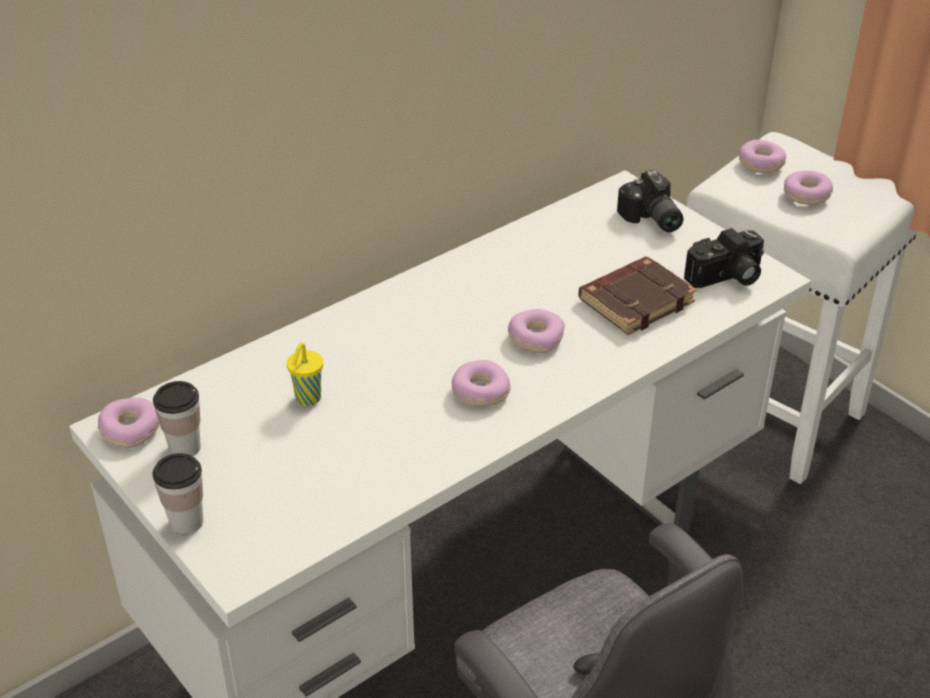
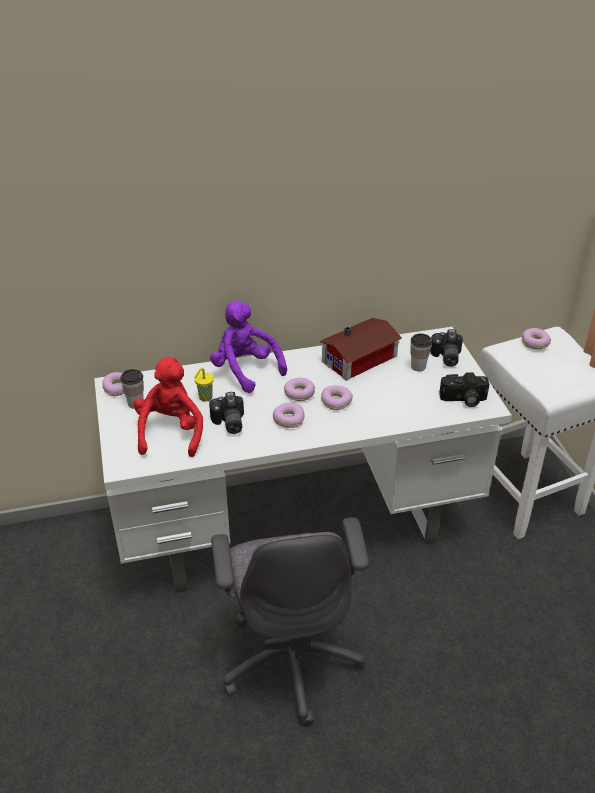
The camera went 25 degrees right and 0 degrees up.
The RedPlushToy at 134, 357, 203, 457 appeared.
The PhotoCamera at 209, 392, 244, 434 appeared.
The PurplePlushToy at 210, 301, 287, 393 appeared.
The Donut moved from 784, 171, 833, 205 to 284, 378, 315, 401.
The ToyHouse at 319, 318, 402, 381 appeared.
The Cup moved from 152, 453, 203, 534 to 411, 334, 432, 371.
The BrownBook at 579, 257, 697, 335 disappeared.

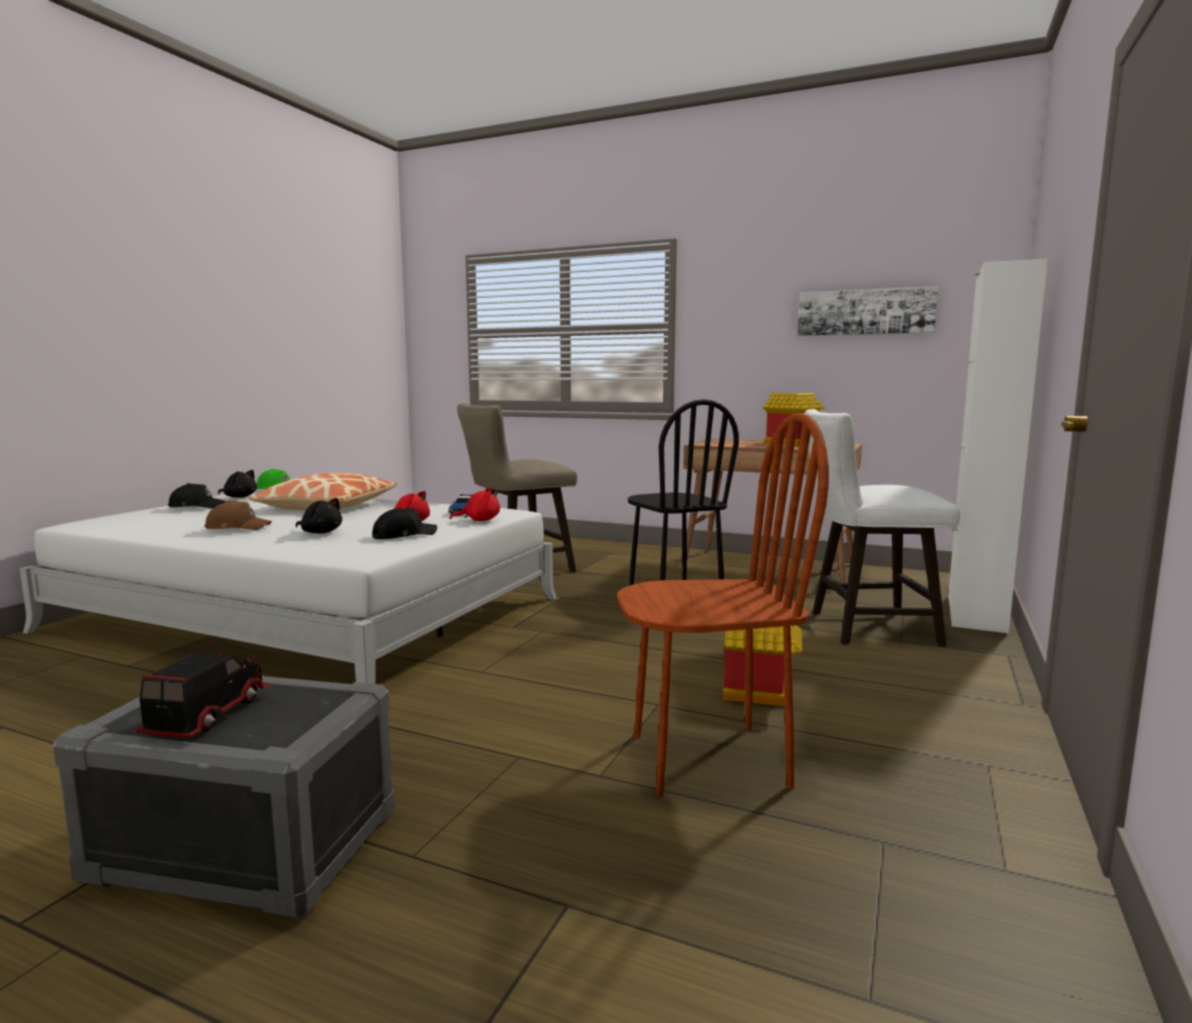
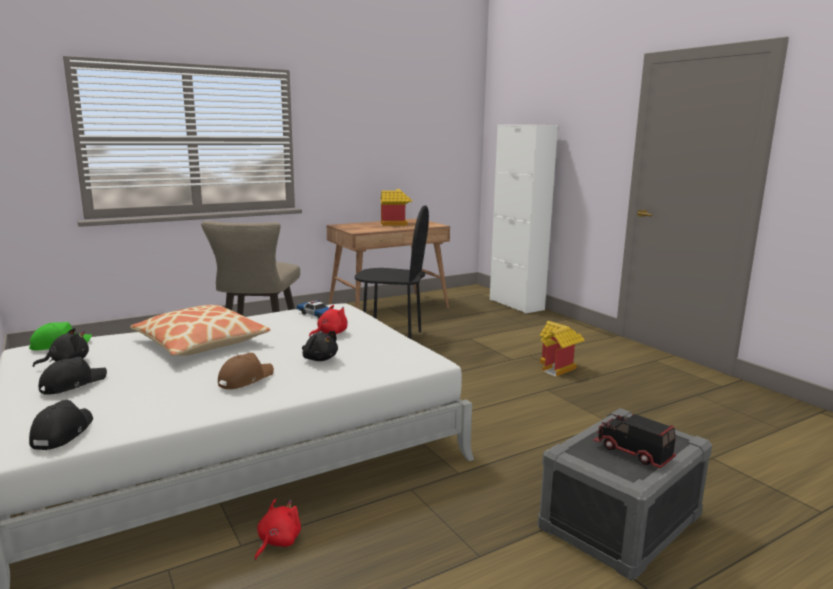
The camera went 55 degrees left and 5 degrees up.
The BlackCap moved from 372, 508, 437, 539 to 29, 400, 93, 450.
The RedPlushToy moved from 450, 488, 500, 521 to 255, 499, 301, 560.
The BlackPlushToy at 296, 498, 342, 533 turned 75 degrees clockwise.
The BrownChair at 617, 413, 829, 797 disappeared.
The Picture at 797, 286, 938, 336 disappeared.
The WhiteStool at 804, 409, 960, 646 disappeared.

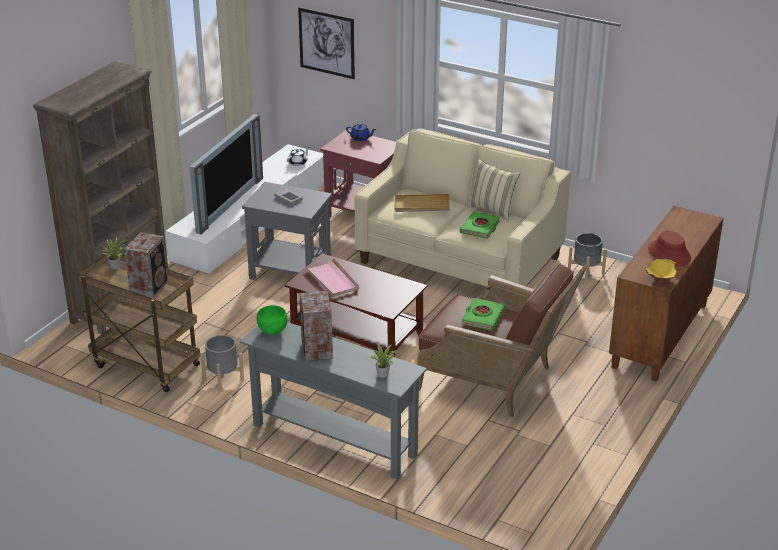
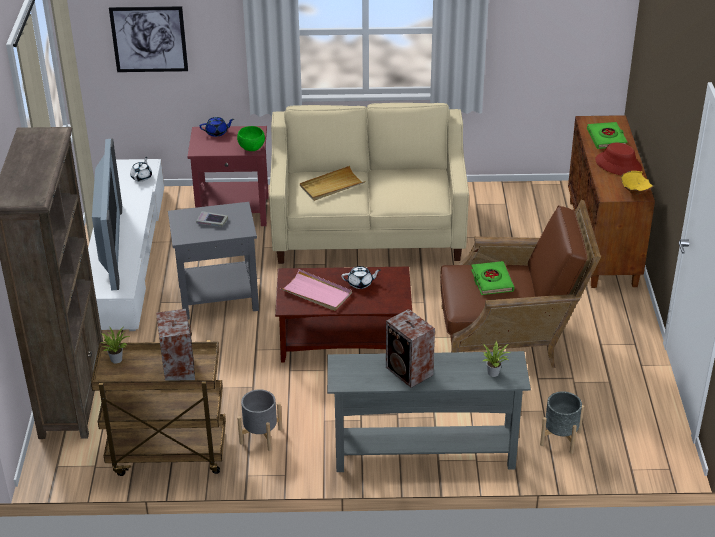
The camera went 30 degrees left and 5 degrees up.
The GreenBowl moved from 257, 305, 288, 335 to 237, 126, 265, 151.
The WhiteTeapot at 342, 266, 381, 289 appeared.
The GreyPlanter moved from 568, 233, 607, 282 to 540, 391, 584, 454.
The GreenBook moved from 460, 211, 500, 239 to 587, 122, 627, 149.
The BeigePillow at 467, 159, 520, 221 disappeared.

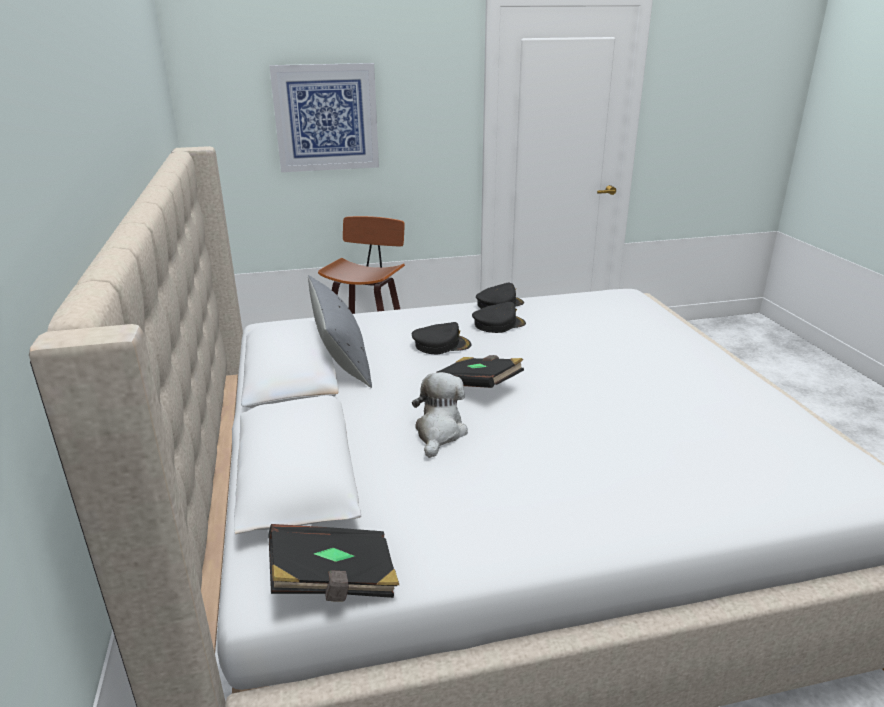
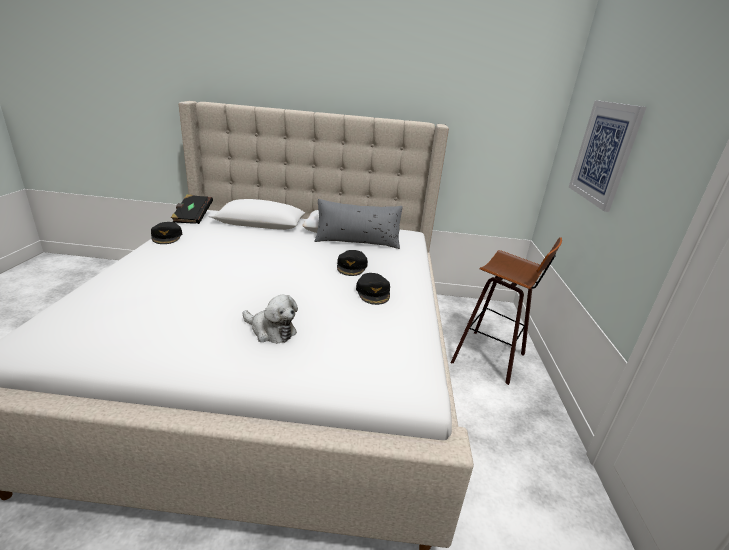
The camera went 105 degrees right and 0 degrees up.
The BlackCap moved from 476, 283, 524, 309 to 151, 222, 182, 244.
The PlushToy moved from 412, 372, 468, 458 to 243, 295, 298, 344.
The BlackBook at 436, 355, 524, 388 disappeared.

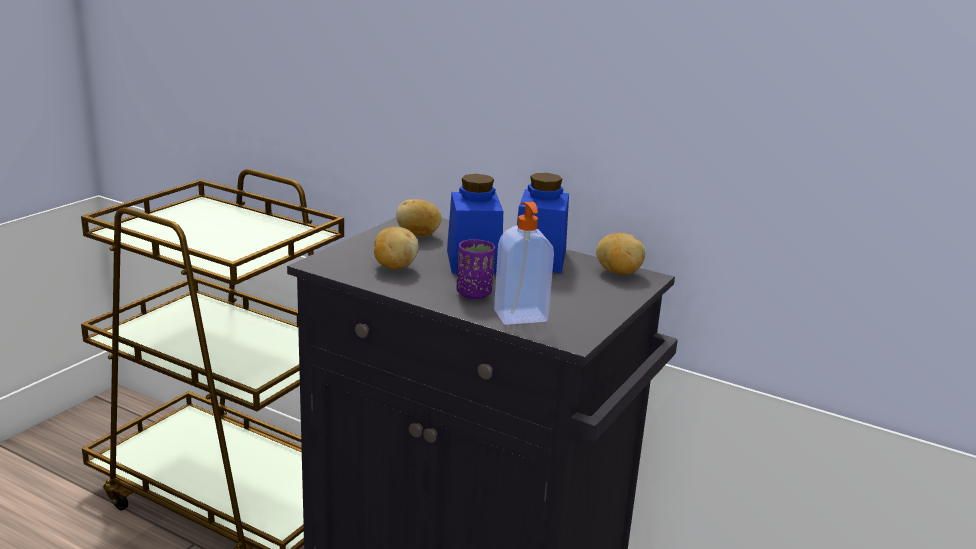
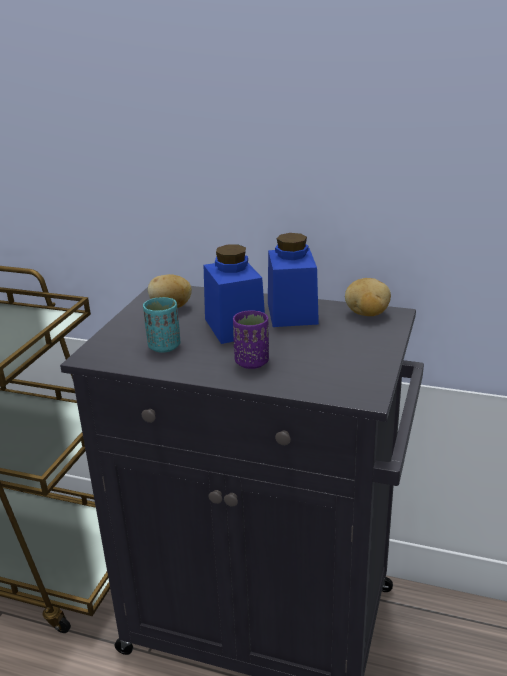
The camera went 10 degrees left and 5 degrees up.
The Potato at 374, 227, 419, 269 was replaced by the TurquoiseCup at 143, 297, 180, 353.
The SoapDispenser at 494, 202, 554, 325 disappeared.

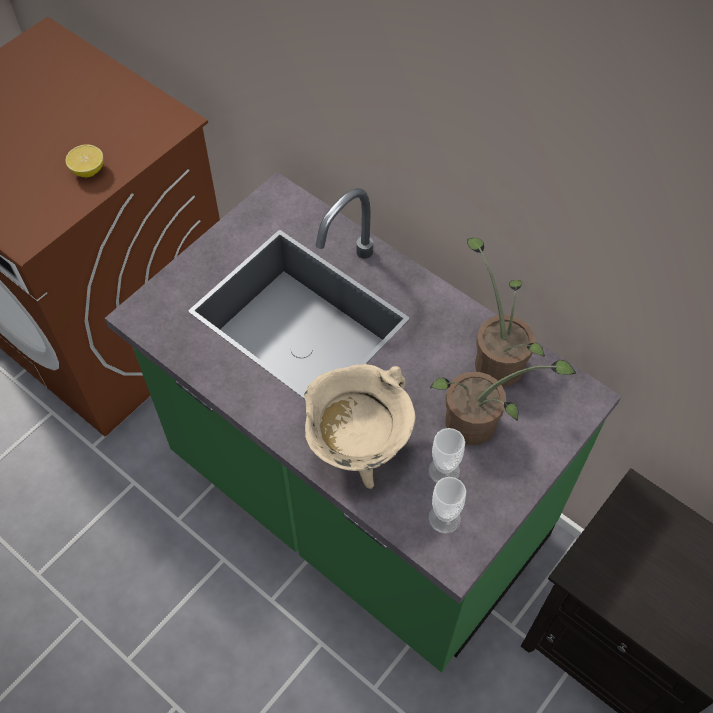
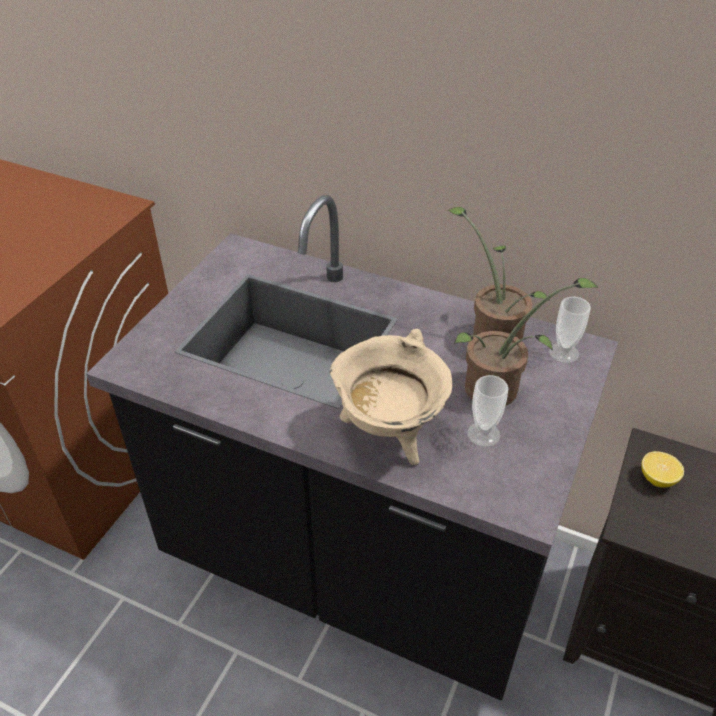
The camera went 15 degrees left and 15 degrees down.
The GreenCounter at 105, 172, 621, 672 became the BlackCounter at 86, 195, 618, 701.
The Cup moved from 428, 477, 466, 534 to 549, 296, 591, 363.
The Lemon moved from 66, 144, 104, 177 to 641, 451, 684, 488.

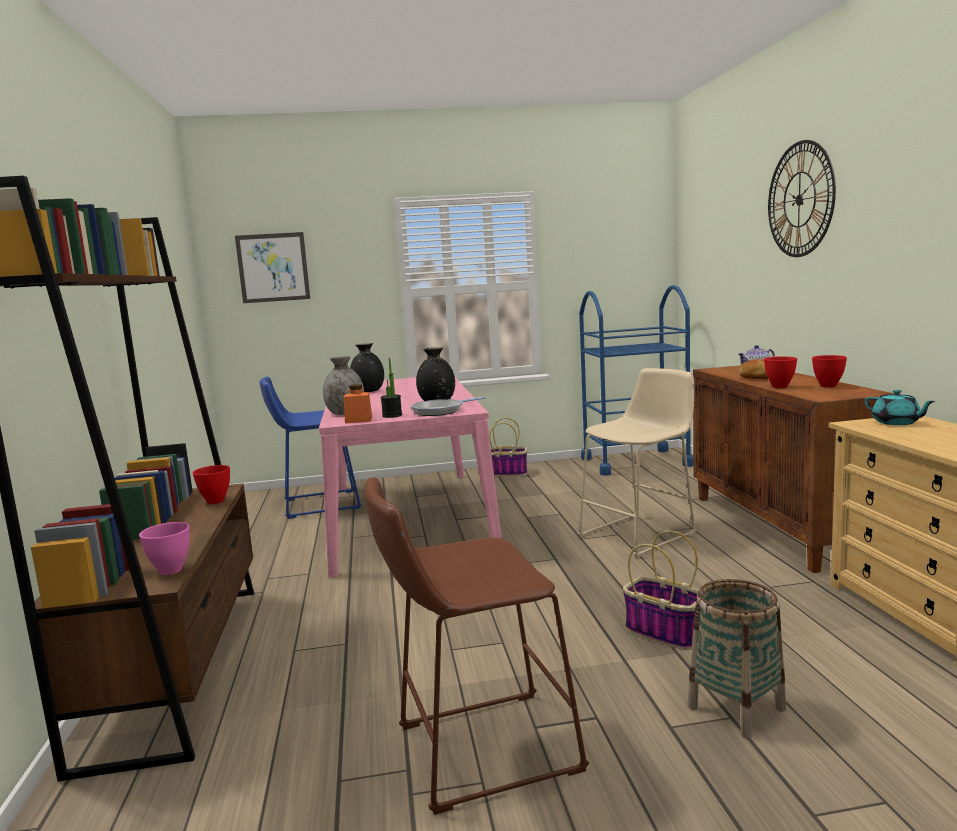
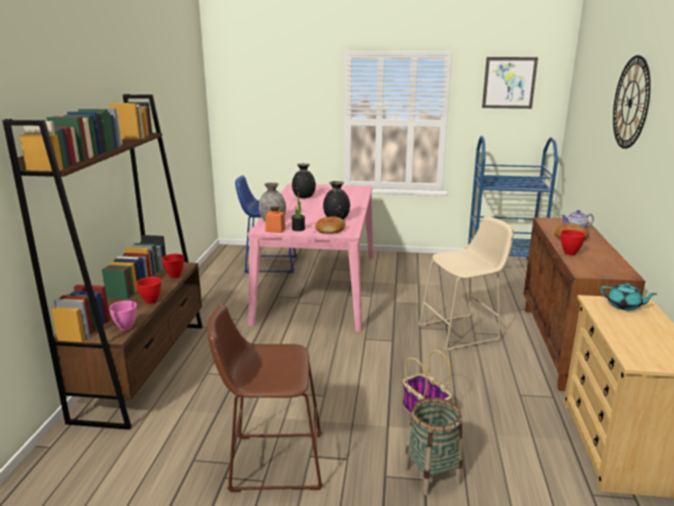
The camera went 15 degrees right and 10 degrees up.
The RedBowl moved from 812, 355, 847, 388 to 136, 277, 161, 304.
The FryingPan at 410, 396, 486, 416 was replaced by the Bread at 315, 216, 345, 234.
The Picture moved from 235, 232, 310, 303 to 482, 57, 538, 109.
The TurquoiseTeapot at 865, 390, 935, 425 turned 45 degrees counterclockwise.
The Basket at 489, 418, 528, 477 disappeared.

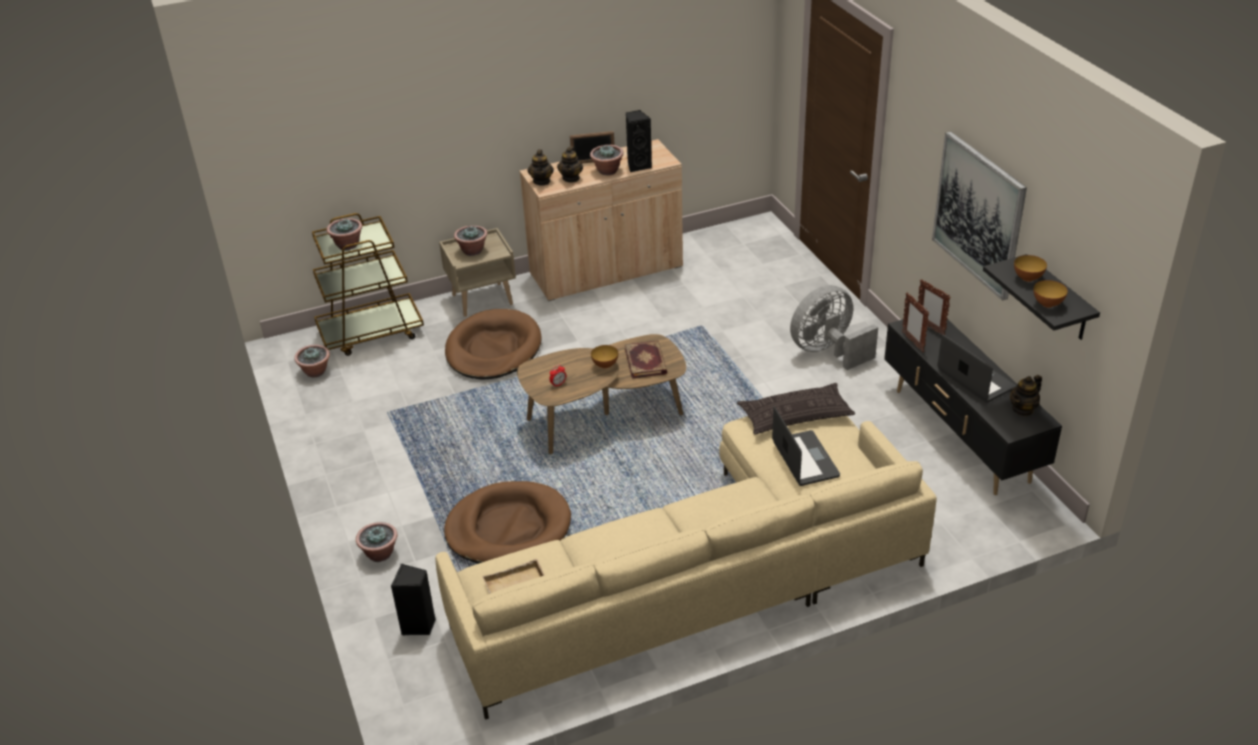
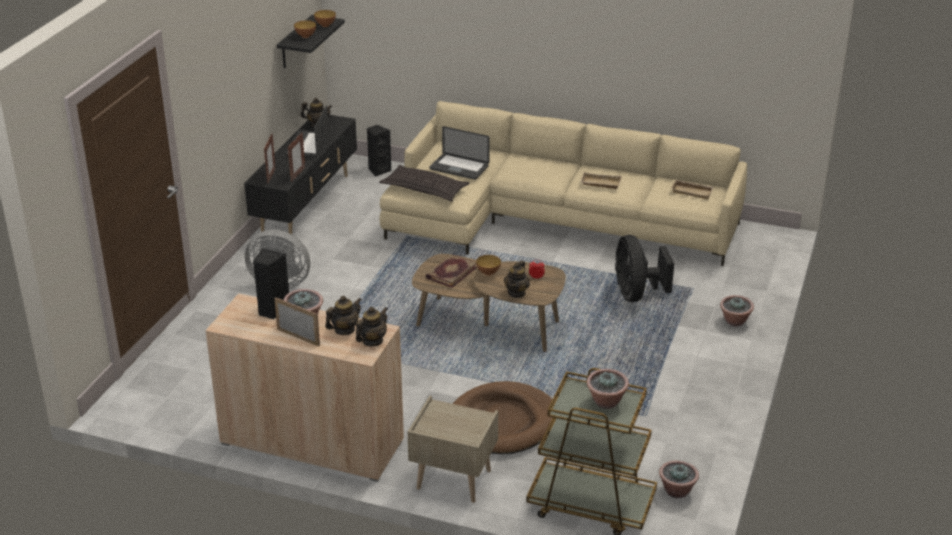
The camera went 140 degrees left and 5 degrees down.
The BlackSpeaker moved from 391, 564, 436, 636 to 367, 125, 391, 177.
The Laptop at 772, 406, 840, 486 turned 90 degrees counterclockwise.
The Teapot at 504, 261, 530, 298 appeared.
The BeigeTray at 580, 172, 622, 189 appeared.
The BrownDogBed at 444, 481, 571, 564 was replaced by the BlackFan at 615, 235, 674, 302.
The PottedPlant at 454, 226, 487, 256 disappeared.
The Picture at 932, 131, 1027, 301 disappeared.

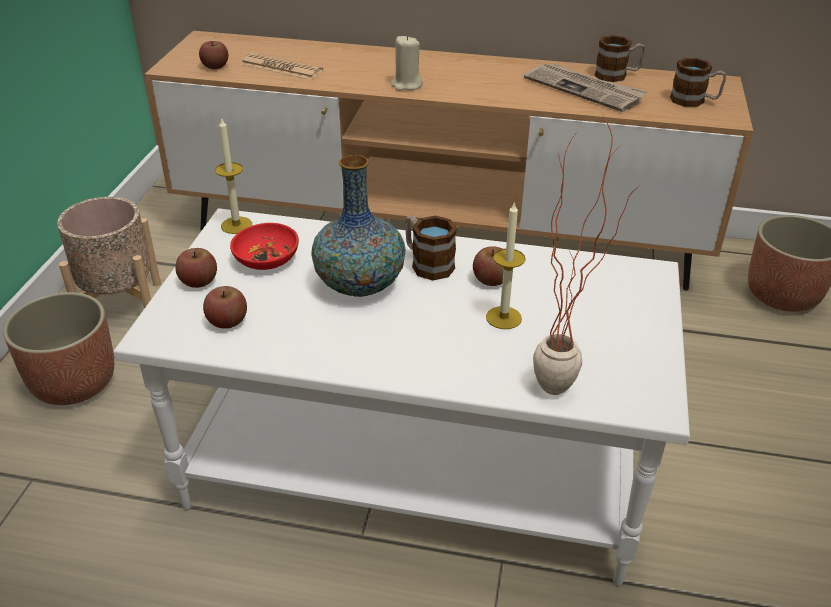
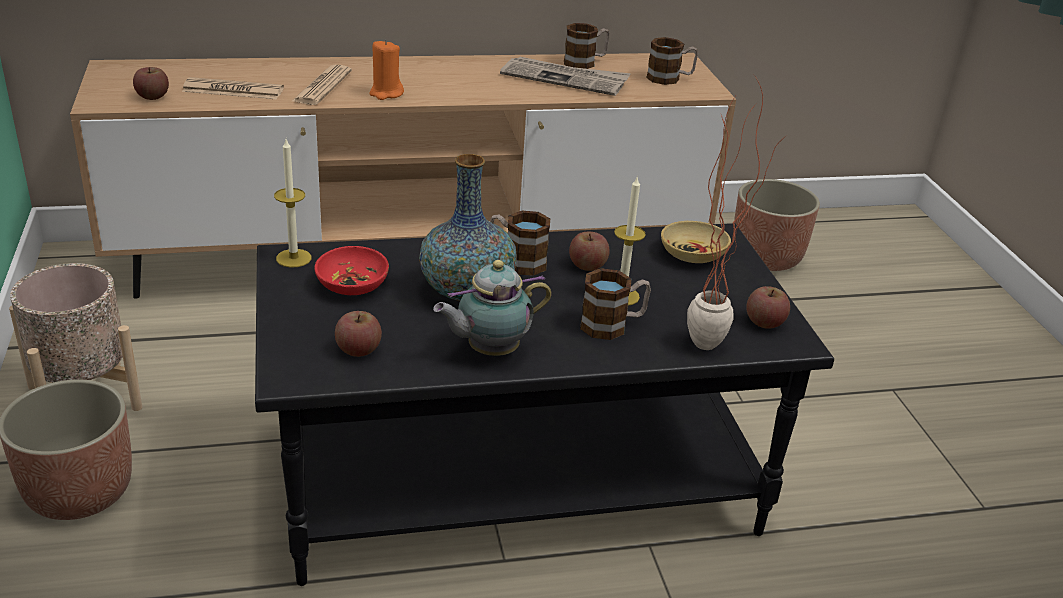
The camera went 25 degrees left and 5 degrees down.
The WhiteCoffeeTable at 113, 208, 690, 585 became the BlackCoffeeTable at 255, 223, 834, 586.
The Newspaper at 292, 65, 352, 105 appeared.
The BeigeCandle at 391, 35, 423, 91 became the OrangeCandle at 370, 40, 404, 100.
The Teapot at 433, 260, 551, 356 appeared.
The Mug at 580, 268, 651, 340 appeared.
The BeigeBowl at 661, 221, 731, 263 appeared.
The Apple moved from 175, 248, 217, 288 to 746, 286, 790, 329.

